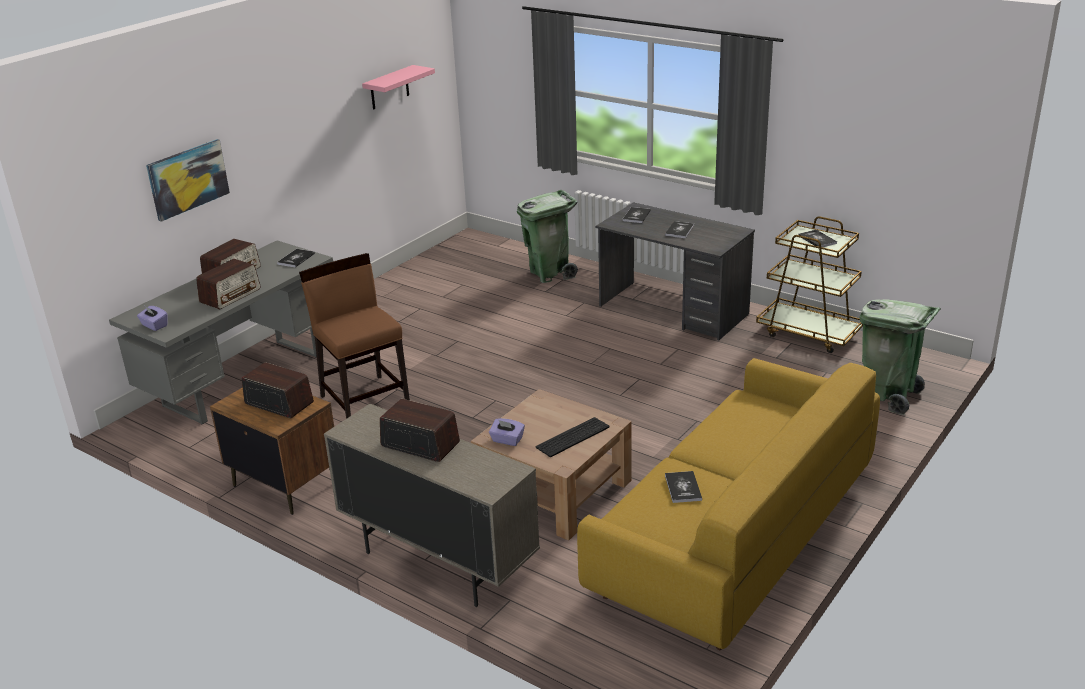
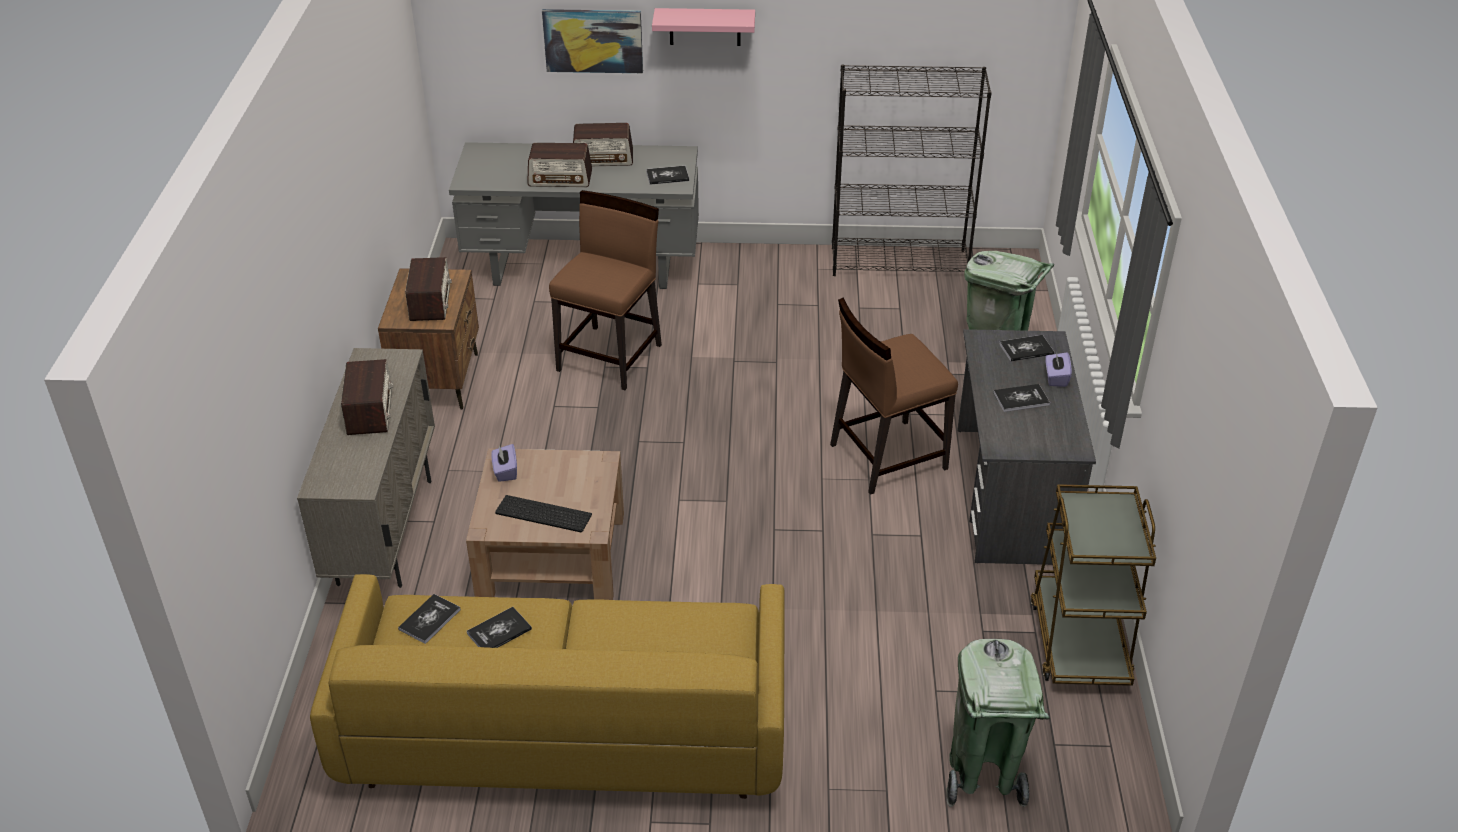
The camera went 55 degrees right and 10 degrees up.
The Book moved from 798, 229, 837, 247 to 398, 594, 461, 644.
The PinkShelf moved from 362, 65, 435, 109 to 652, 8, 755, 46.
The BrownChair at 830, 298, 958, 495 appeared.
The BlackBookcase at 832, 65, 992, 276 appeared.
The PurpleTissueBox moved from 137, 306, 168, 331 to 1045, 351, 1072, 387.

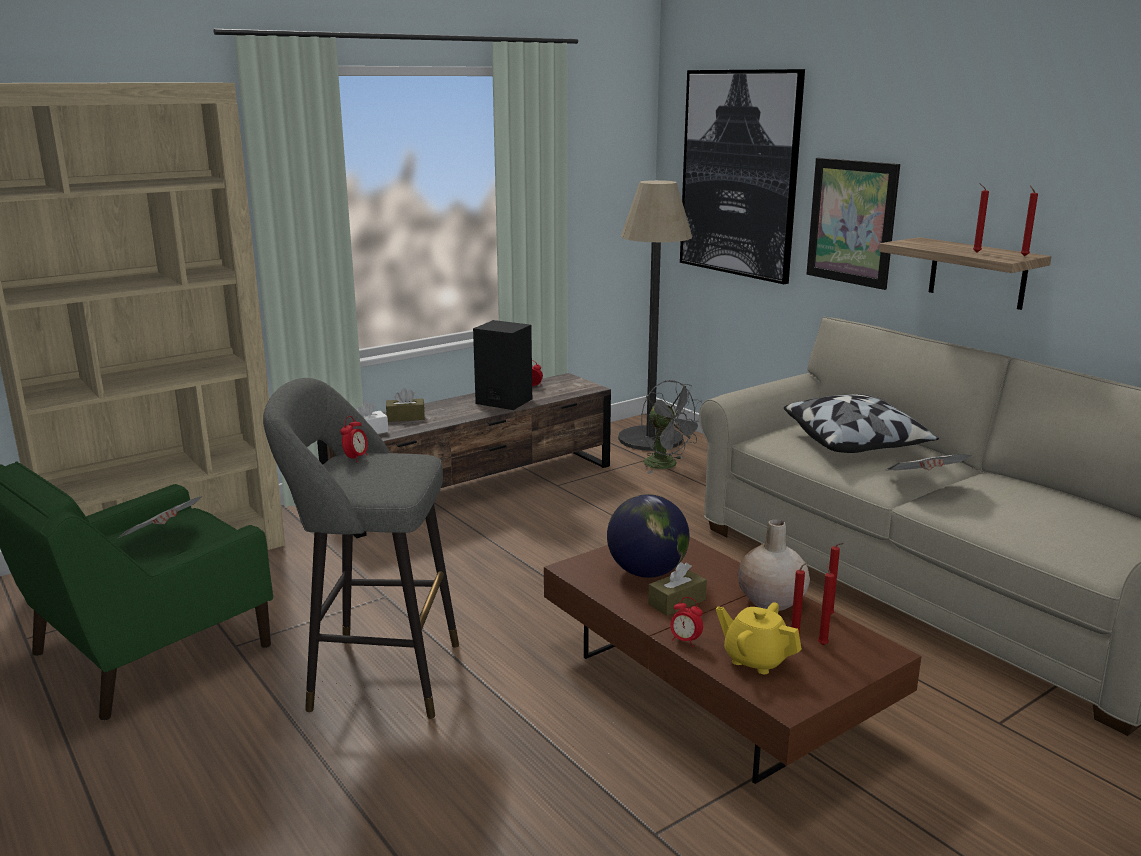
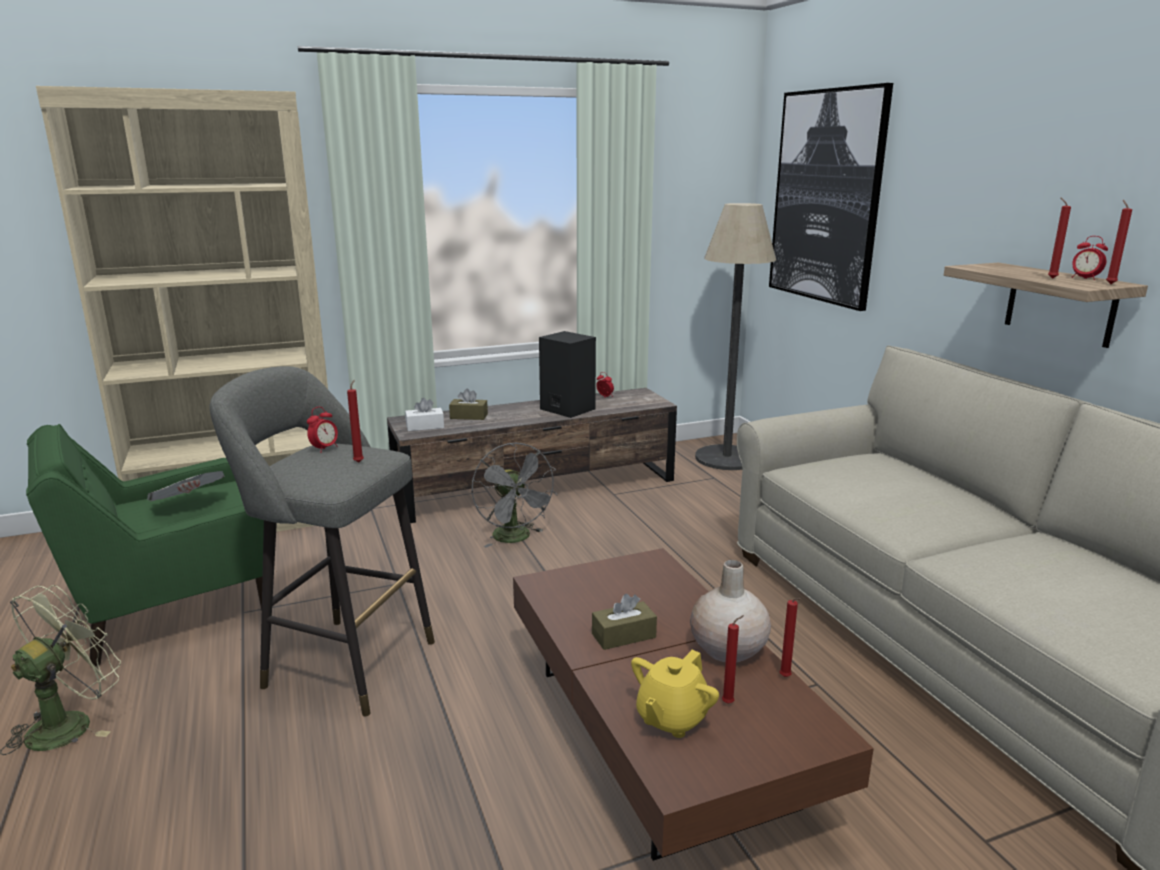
The camera went 15 degrees right and 0 degrees up.
The GreenFan at 0, 585, 121, 755 appeared.
The RedCandle moved from 818, 562, 834, 645 to 347, 379, 364, 463.
The GreyFan moved from 641, 380, 701, 474 to 472, 443, 557, 548.
The YellowTeapot at 716, 602, 802, 674 turned 105 degrees counterclockwise.
The AlarmClock moved from 670, 597, 703, 647 to 1072, 236, 1108, 280.
The Globe at 607, 494, 690, 578 disappeared.
The Pillow at 784, 394, 939, 453 disappeared.
The Picture at 806, 158, 900, 290 disappeared.
The Newspaper at 887, 454, 971, 471 disappeared.

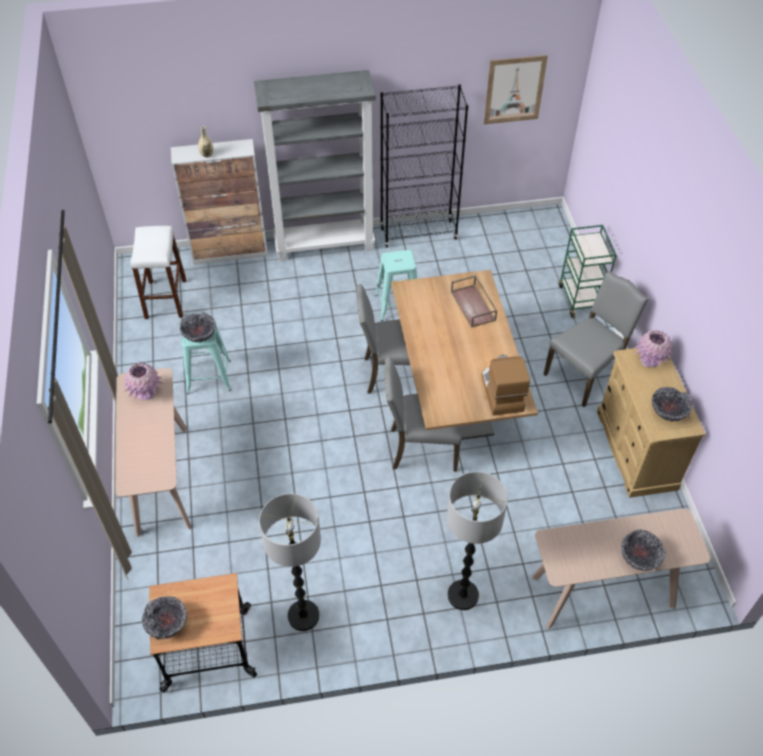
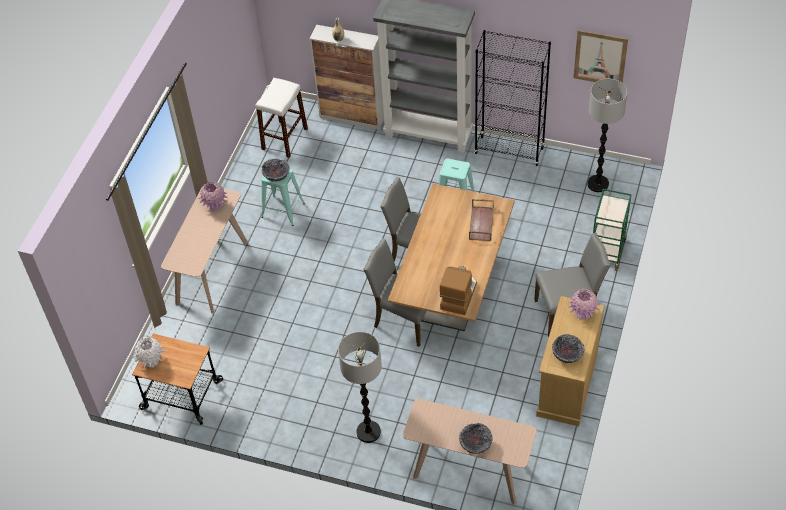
The camera went 30 degrees right and 0 degrees up.
The Bowl at 142, 596, 187, 640 was replaced by the WhiteVase at 134, 337, 165, 368.
The FloorLamp moved from 259, 493, 321, 631 to 587, 78, 627, 192.

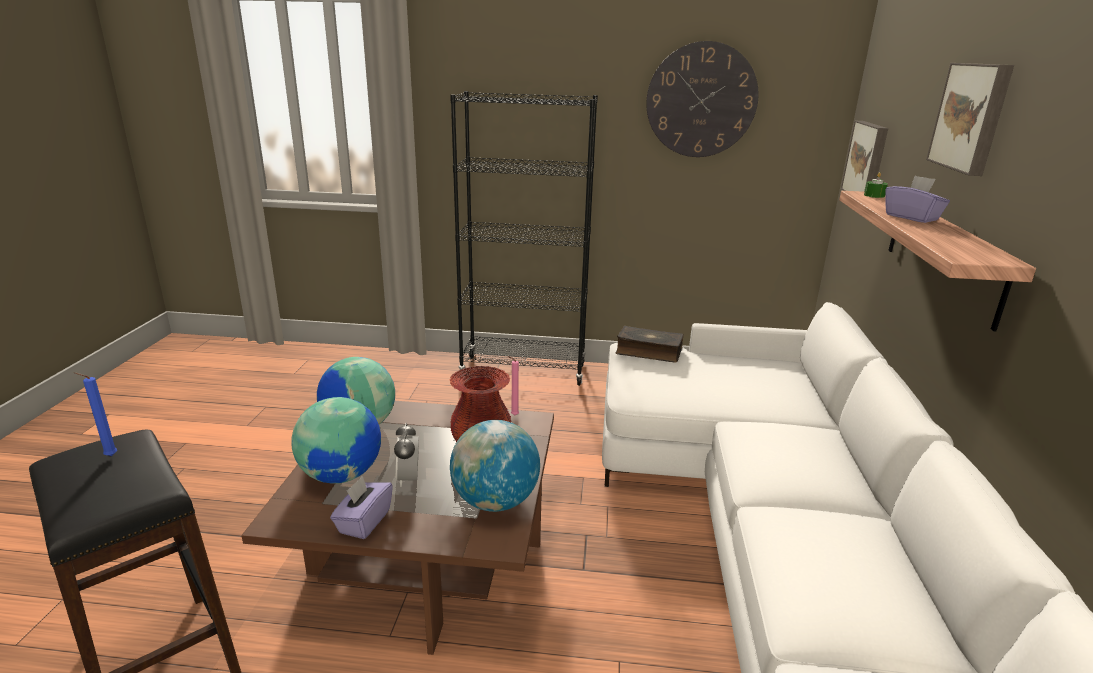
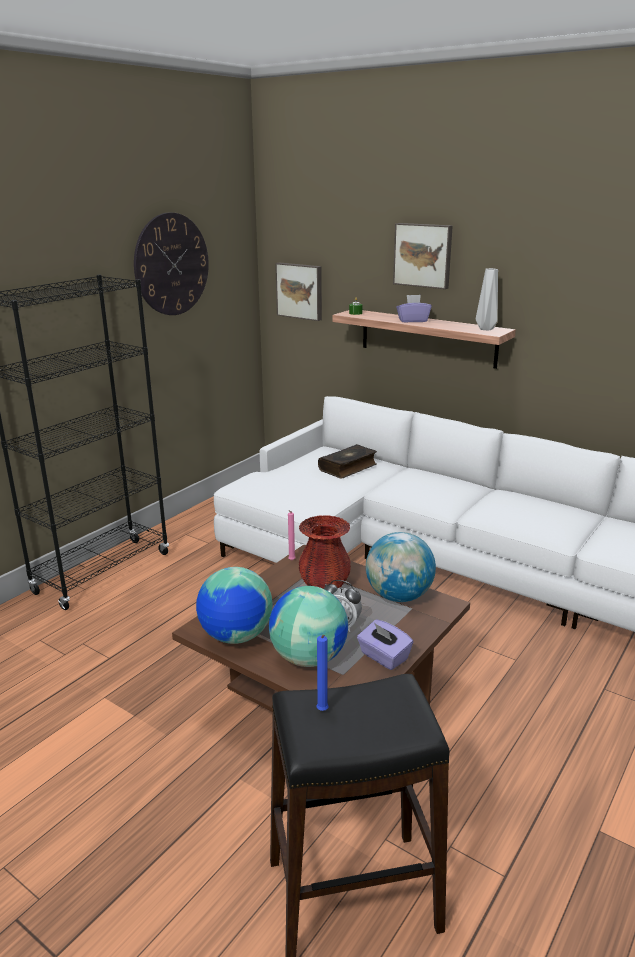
The camera went 60 degrees left and 0 degrees up.
The Book moved from 615, 326, 684, 363 to 318, 444, 377, 478.
The GreyVase at 476, 268, 498, 331 appeared.

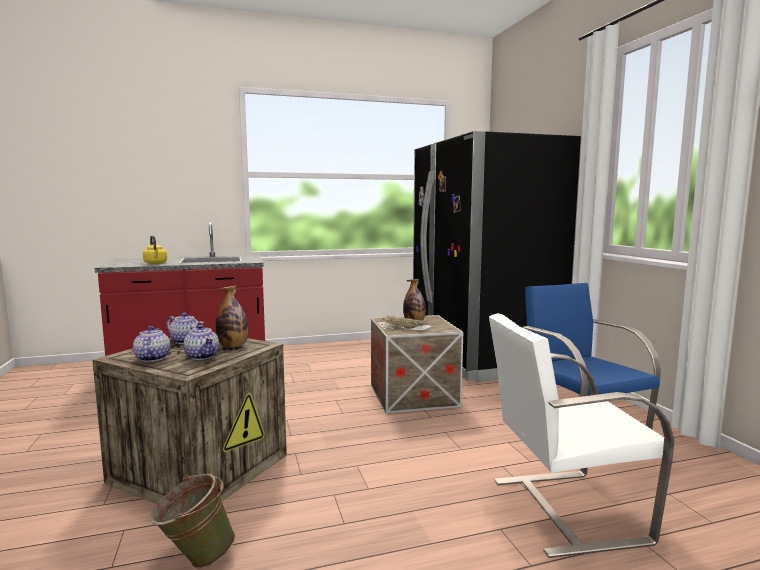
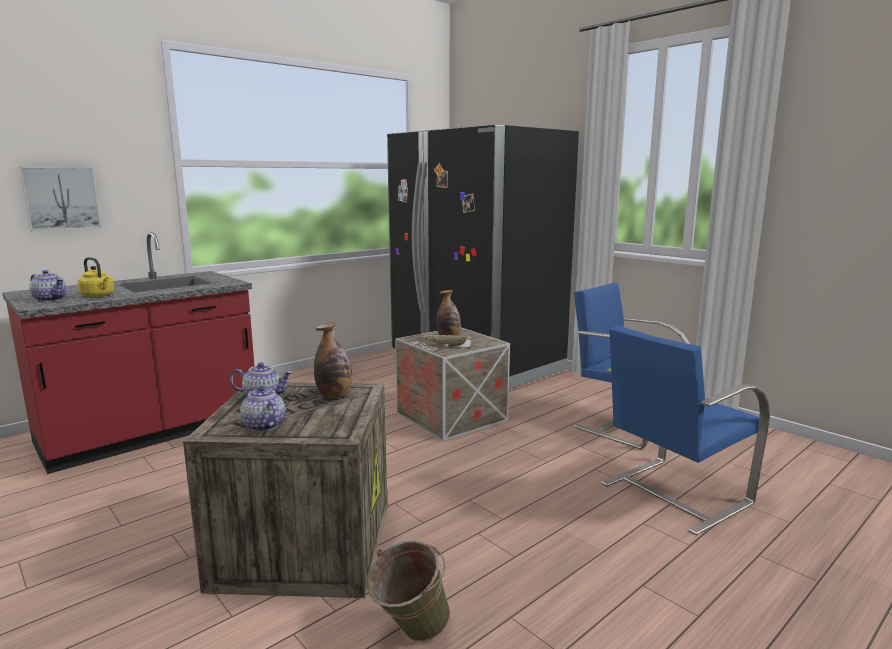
The camera went 25 degrees left and 5 degrees up.
The Picture at 19, 166, 102, 231 appeared.
The Teapot moved from 184, 325, 219, 360 to 29, 270, 67, 302.
The WhiteChair at 489, 313, 675, 558 became the BlueChair at 601, 325, 770, 535.

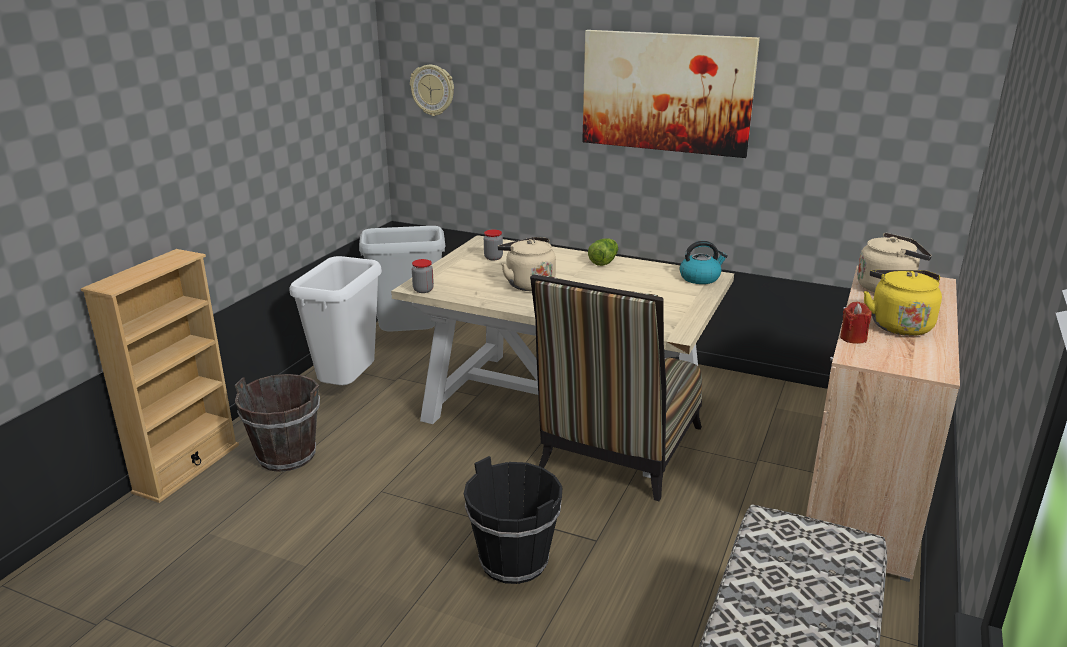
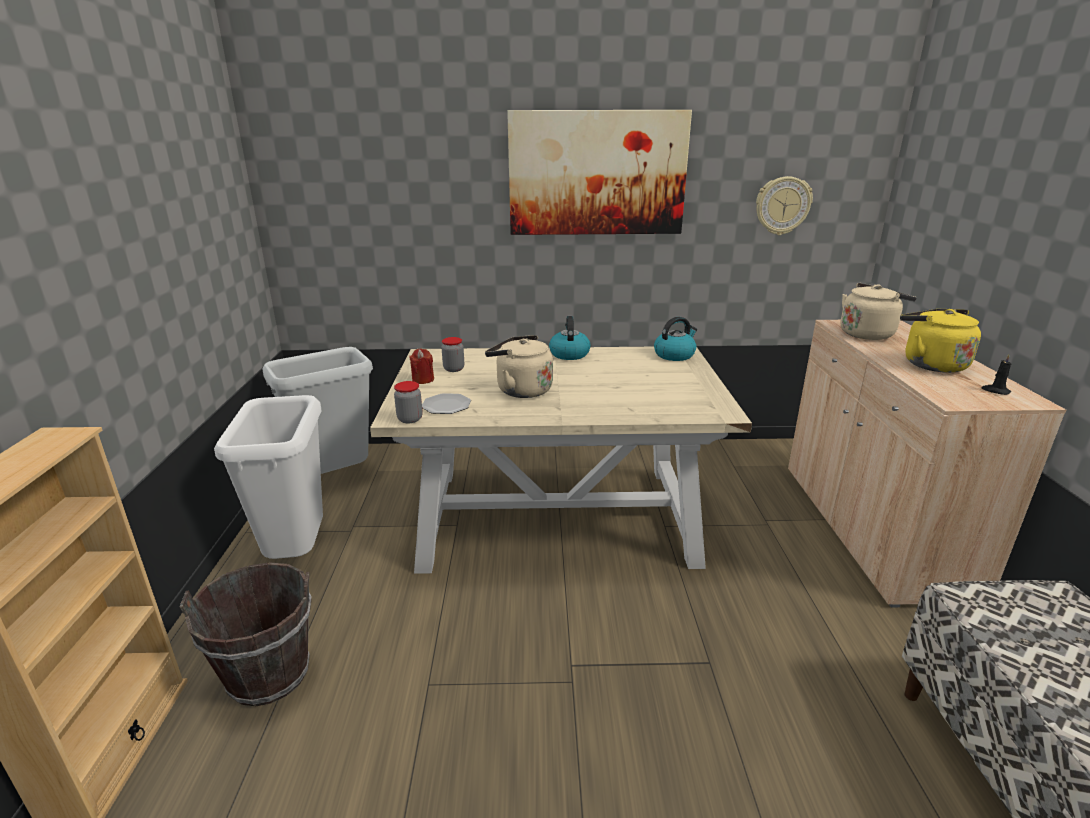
The camera went 25 degrees left and 0 degrees up.
The RedCandle moved from 840, 302, 872, 344 to 409, 349, 434, 384.
The Plate at 422, 393, 471, 414 appeared.
The Lettuce at 588, 238, 618, 266 was replaced by the Kettle at 549, 316, 590, 360.
The WallClock moved from 410, 65, 454, 116 to 756, 176, 813, 235.
The BlackCandle at 982, 354, 1011, 395 appeared.
The BlackBucket at 464, 456, 562, 584 disappeared.
The Chair at 530, 274, 702, 501 disappeared.

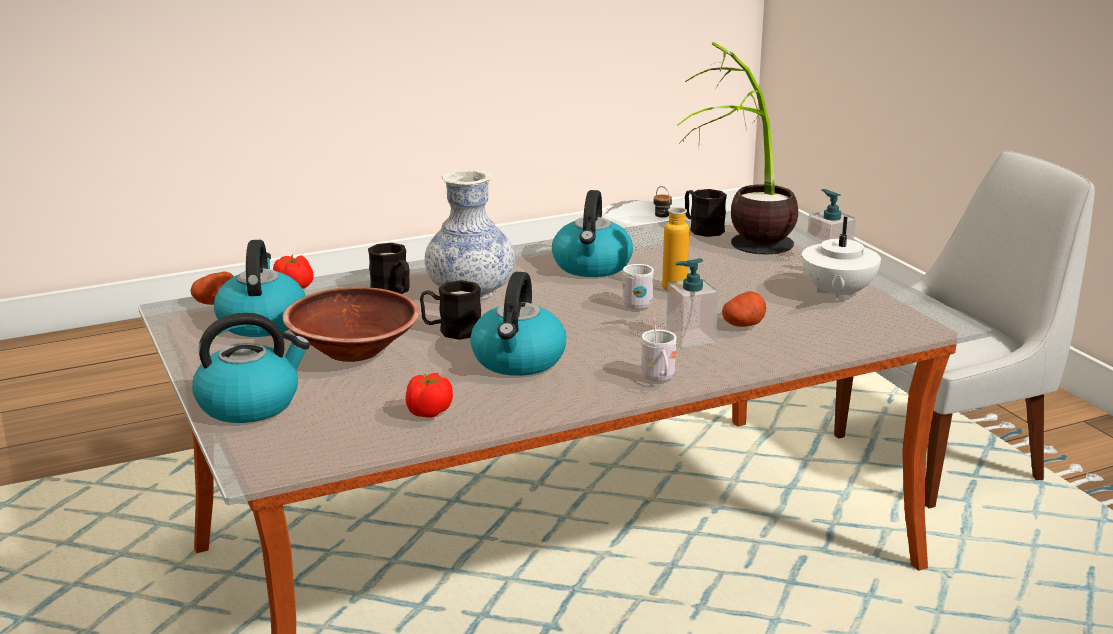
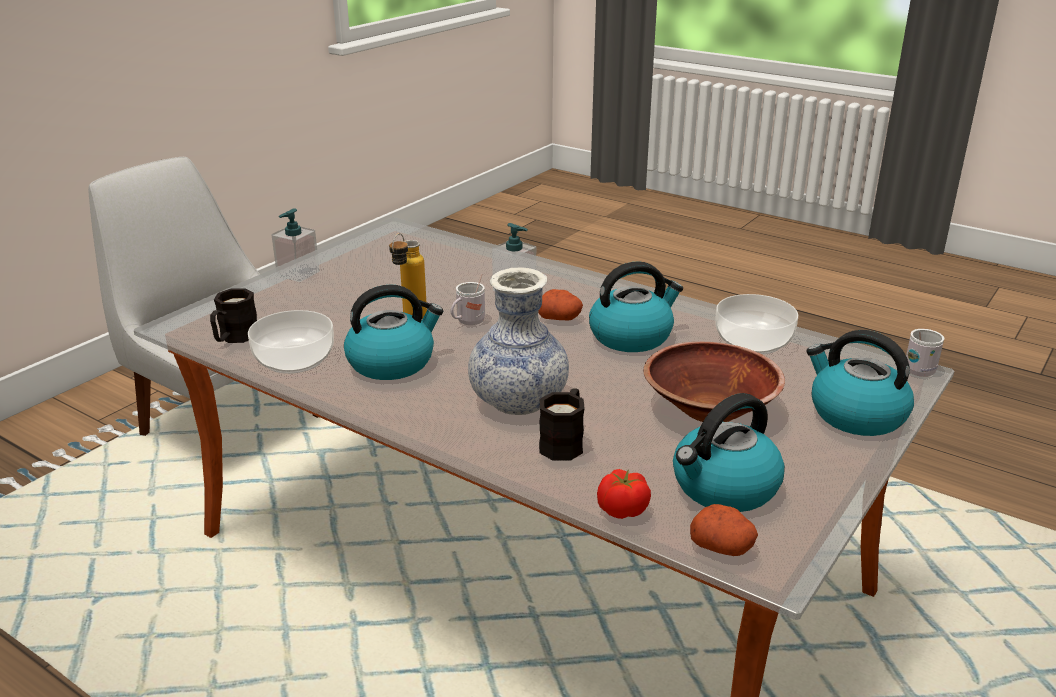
The camera went 120 degrees left and 5 degrees up.
The Potato moved from 722, 291, 766, 327 to 538, 289, 583, 320.
The Tomato at 405, 373, 453, 418 was replaced by the Bowl at 715, 294, 798, 354.
The WhiteMug moved from 641, 318, 677, 382 to 906, 329, 944, 377.
The BlackMug at 420, 280, 481, 340 disappeared.
The PottedPlant at 677, 42, 798, 255 disappeared.
The WhiteTeapot at 802, 217, 881, 302 disappeared.

